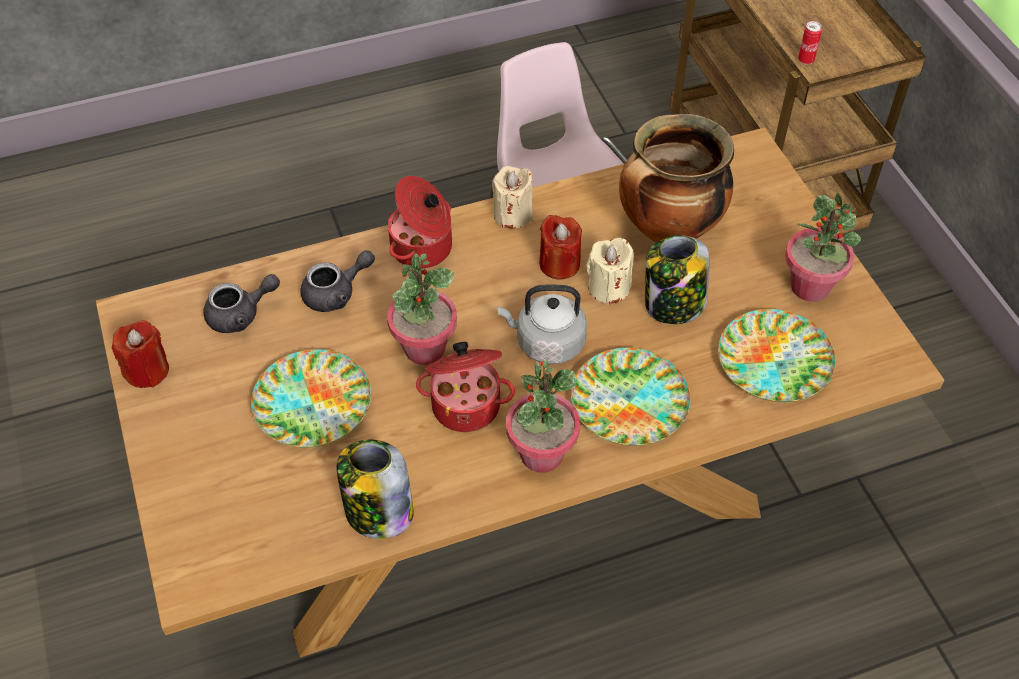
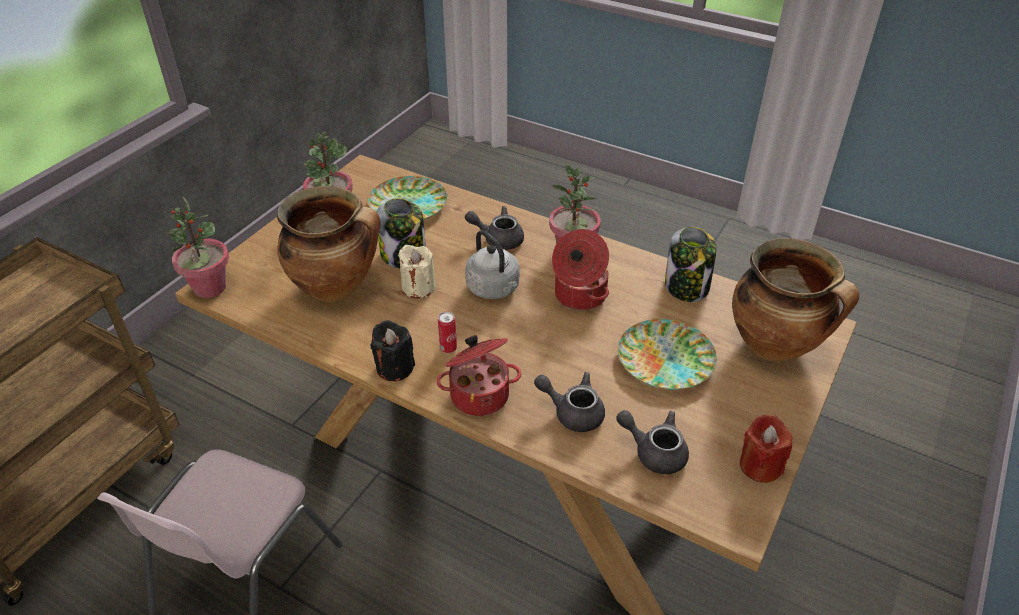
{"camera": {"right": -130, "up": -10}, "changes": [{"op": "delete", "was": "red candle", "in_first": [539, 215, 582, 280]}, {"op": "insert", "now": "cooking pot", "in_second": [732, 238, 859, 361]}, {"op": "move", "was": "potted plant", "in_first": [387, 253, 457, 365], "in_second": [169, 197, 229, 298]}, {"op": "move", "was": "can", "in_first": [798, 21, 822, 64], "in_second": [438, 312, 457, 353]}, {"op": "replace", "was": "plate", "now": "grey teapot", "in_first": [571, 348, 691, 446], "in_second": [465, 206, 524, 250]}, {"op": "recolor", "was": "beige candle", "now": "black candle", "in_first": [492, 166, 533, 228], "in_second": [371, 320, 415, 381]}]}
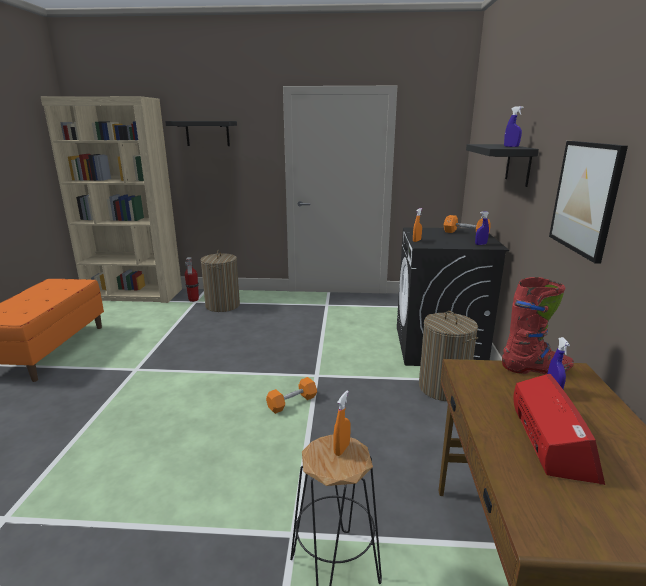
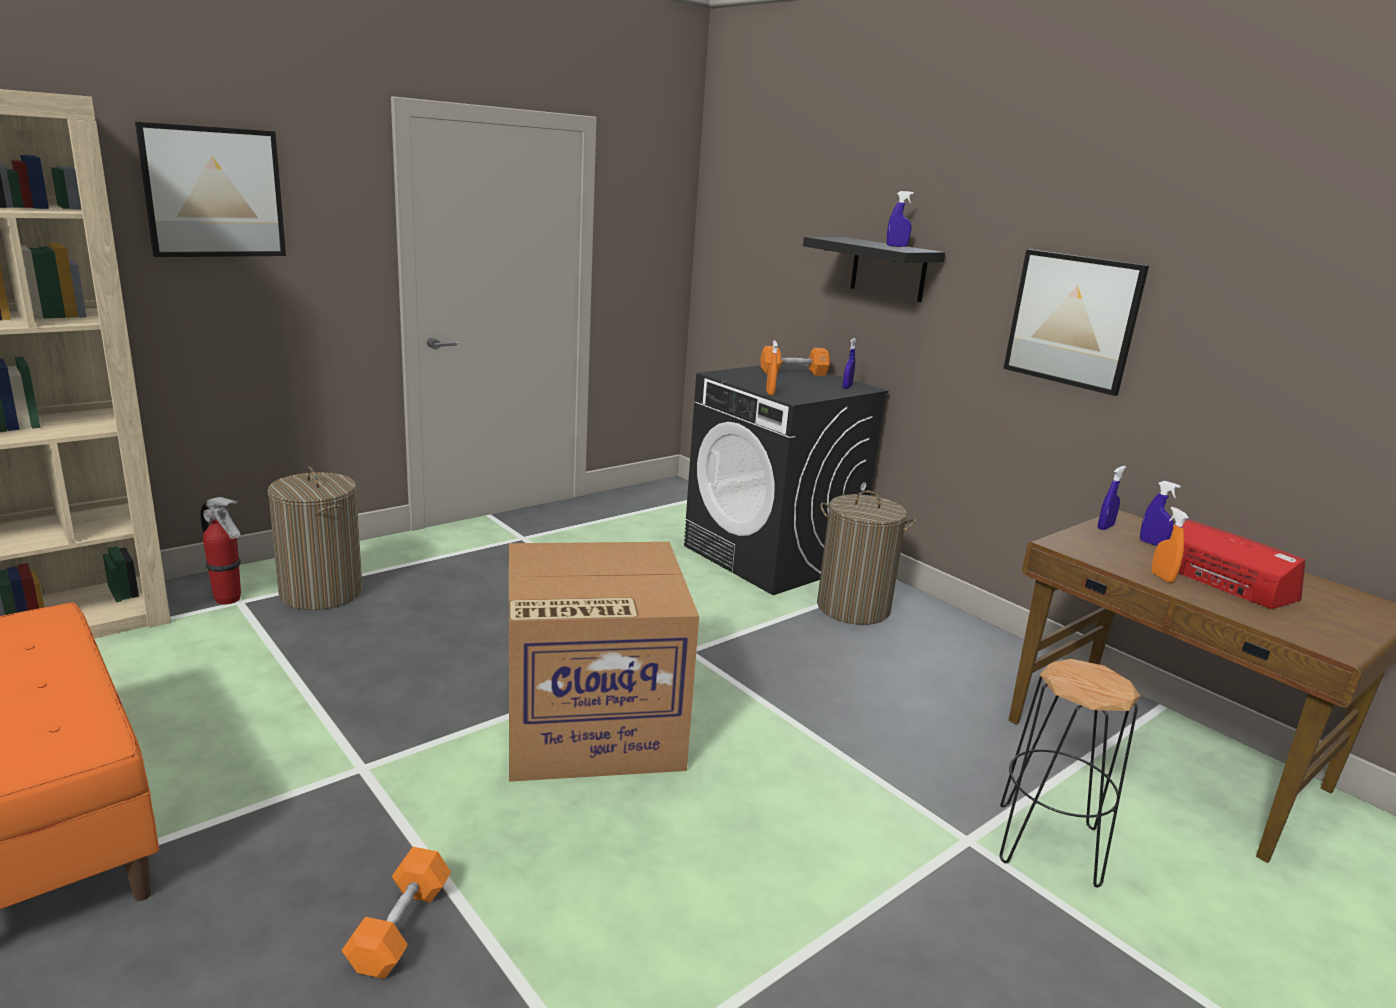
{"camera": {"right": -45, "up": 0}, "changes": [{"op": "insert", "now": "cardboard box", "in_second": [509, 542, 699, 782]}, {"op": "move", "was": "orange dumbbell", "in_first": [266, 377, 317, 414], "in_second": [341, 847, 451, 979]}, {"op": "move", "was": "orange spray bottle", "in_first": [333, 390, 351, 456], "in_second": [1151, 507, 1189, 583]}, {"op": "replace", "was": "black shelf", "now": "picture", "in_first": [165, 121, 237, 146], "in_second": [135, 122, 286, 257]}, {"op": "replace", "was": "red boot", "now": "blue spray bottle", "in_first": [502, 277, 574, 374], "in_second": [1098, 466, 1126, 530]}]}
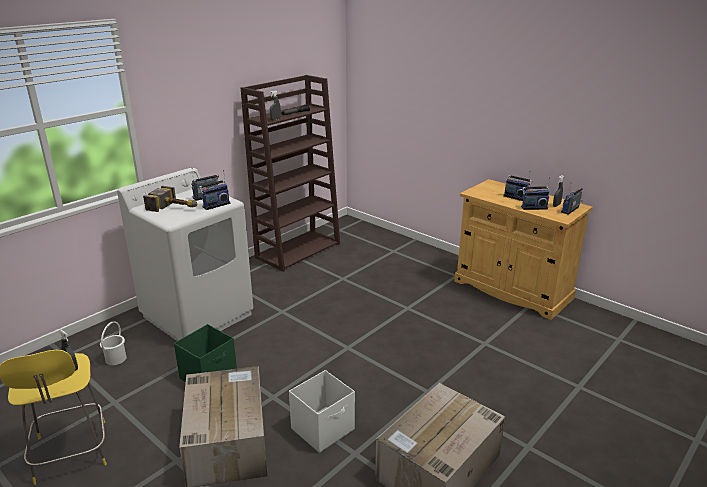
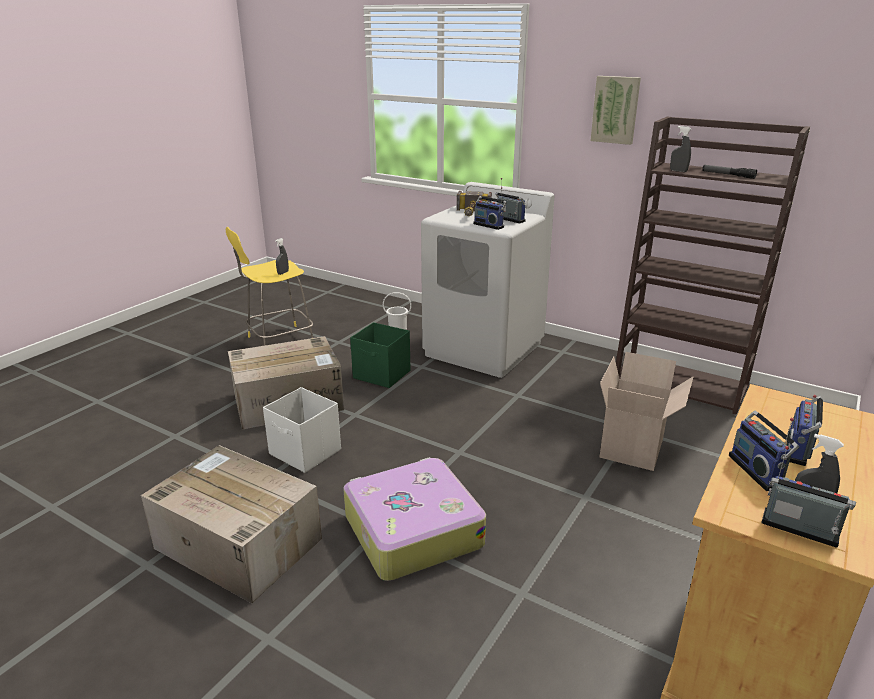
{"camera": {"right": 80, "up": 0}, "changes": [{"op": "insert", "now": "suitcase", "in_second": [343, 457, 486, 581]}, {"op": "insert", "now": "picture", "in_second": [590, 76, 641, 145]}, {"op": "insert", "now": "cardboard box", "in_second": [599, 352, 693, 471]}]}
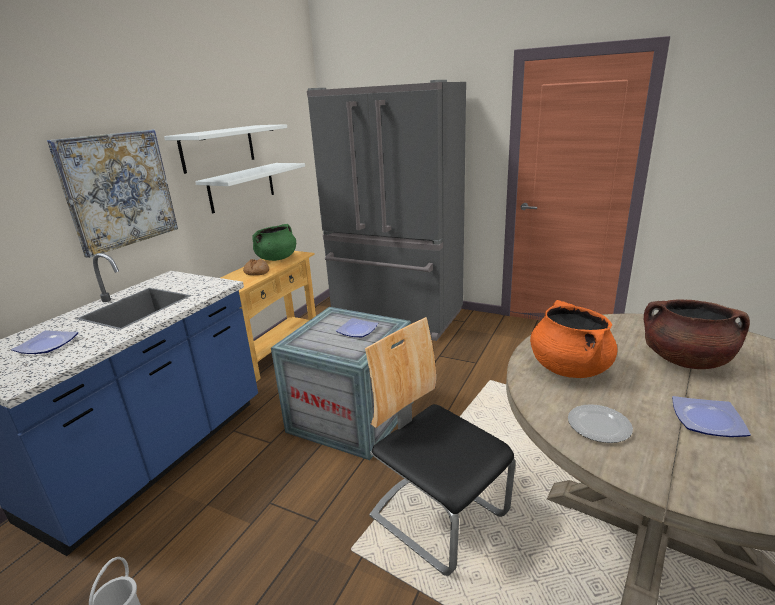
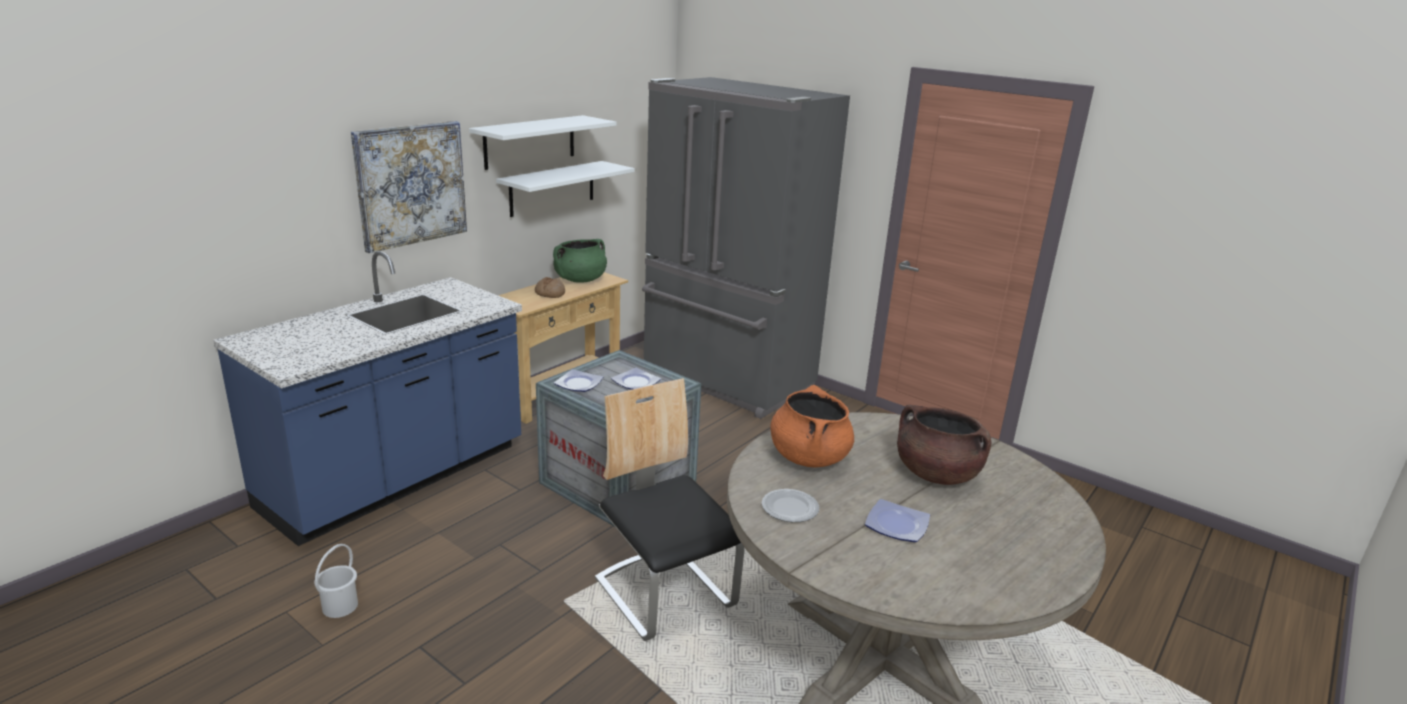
{"camera": {"right": 10, "up": 0}, "changes": [{"op": "move", "was": "plate", "in_first": [11, 330, 78, 354], "in_second": [554, 369, 603, 392]}]}
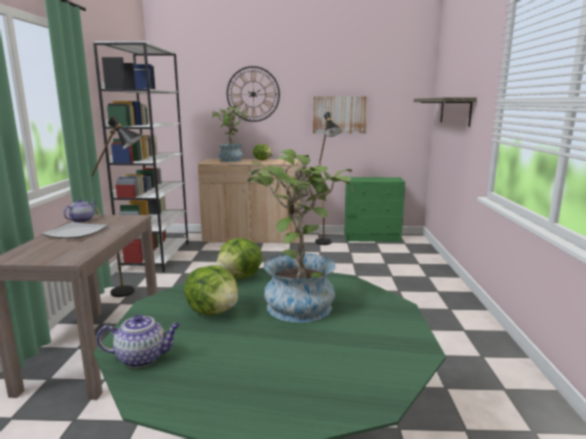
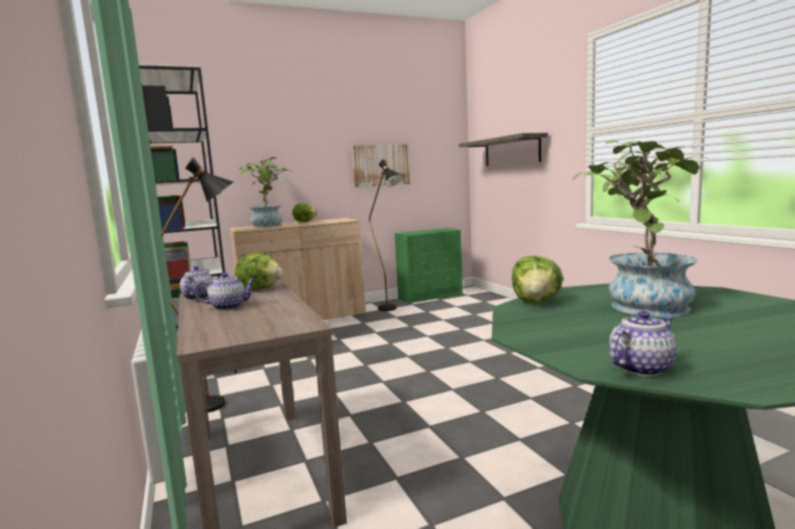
{"camera": {"right": -25, "up": -5}, "changes": [{"op": "delete", "was": "wall clock", "in_first": [227, 66, 280, 122]}, {"op": "move", "was": "lettuce", "in_first": [184, 265, 238, 316], "in_second": [235, 253, 283, 290]}, {"op": "replace", "was": "plate", "now": "teapot", "in_first": [41, 222, 107, 238], "in_second": [194, 273, 256, 310]}]}
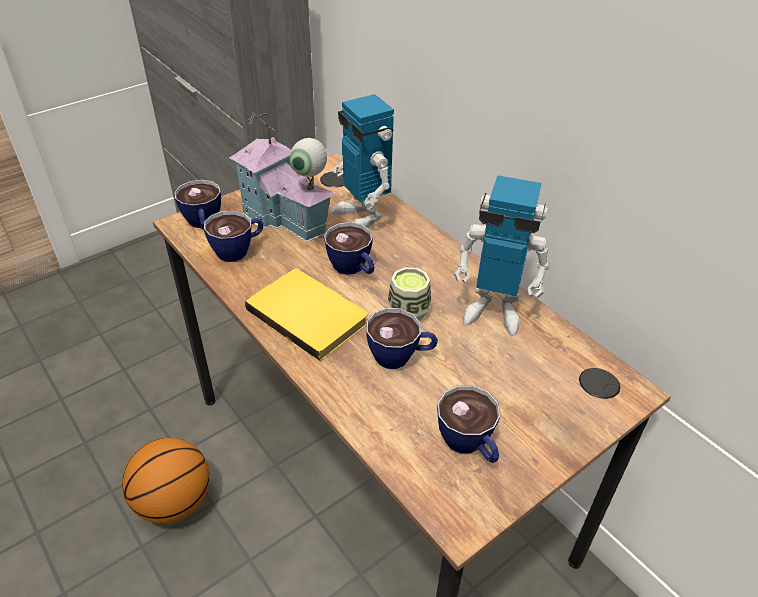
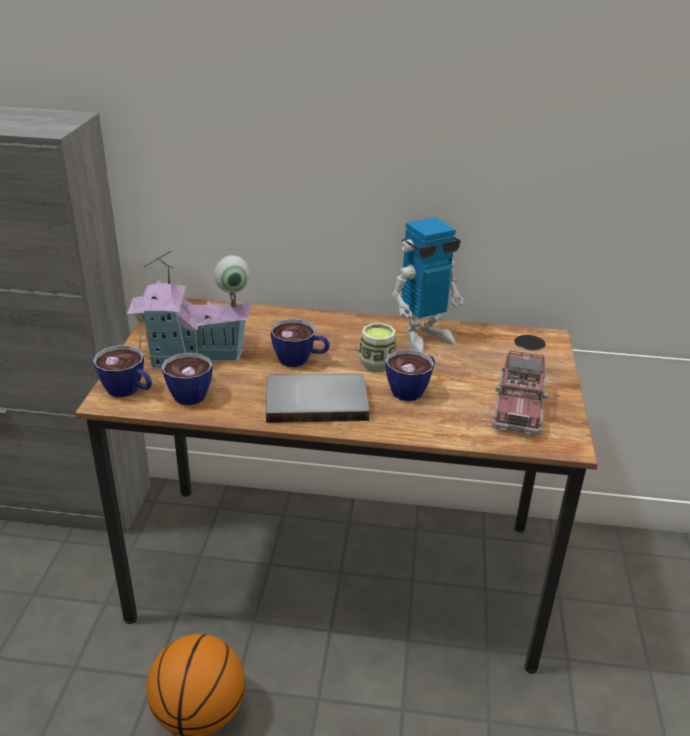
{"camera": {"right": -45, "up": -10}, "changes": [{"op": "delete", "was": "toy robot", "in_first": [330, 94, 394, 228]}, {"op": "replace", "was": "cup", "now": "toy truck", "in_first": [437, 386, 501, 463], "in_second": [492, 351, 548, 435]}, {"op": "recolor", "was": "yellow book", "now": "grey book", "in_first": [245, 268, 368, 361], "in_second": [266, 373, 370, 423]}]}
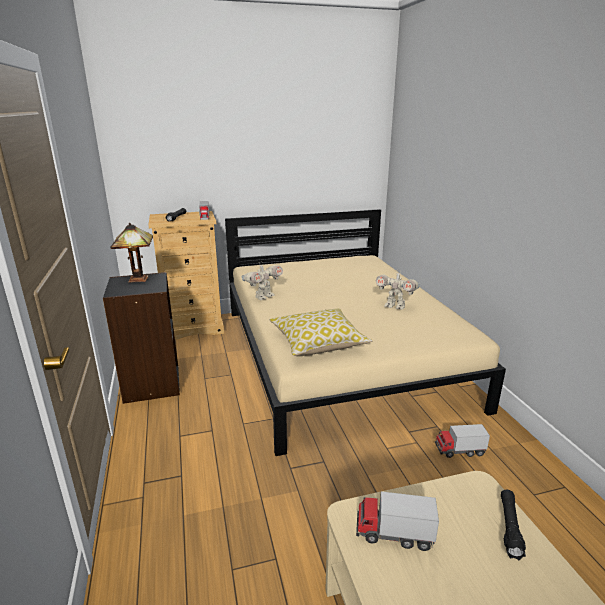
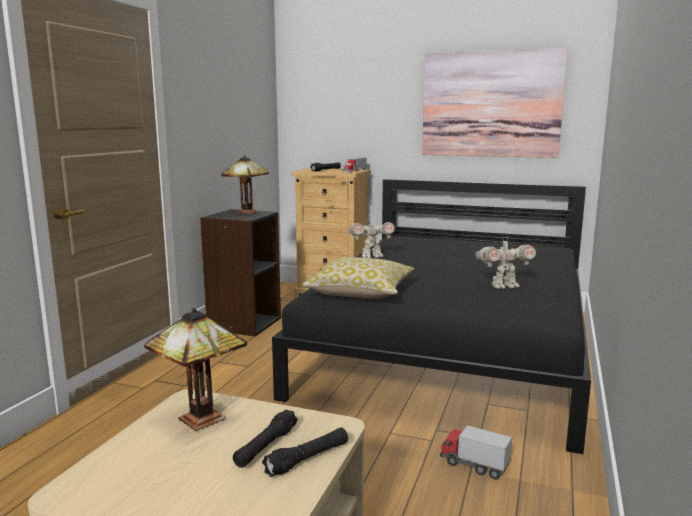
{"camera": {"right": 35, "up": -10}, "changes": [{"op": "insert", "now": "black flashlight", "in_second": [233, 409, 298, 468]}, {"op": "insert", "now": "picture", "in_second": [422, 48, 568, 158]}, {"op": "replace", "was": "toy truck", "now": "table lamp", "in_first": [356, 491, 439, 551], "in_second": [144, 308, 247, 431]}, {"op": "recolor", "was": "beige bed", "now": "black bed", "in_first": [225, 209, 506, 456], "in_second": [272, 179, 591, 454]}, {"op": "rotate", "was": "toy robot", "in_first": [376, 272, 420, 310], "in_second": [476, 236, 536, 289], "clockwise": -75}]}
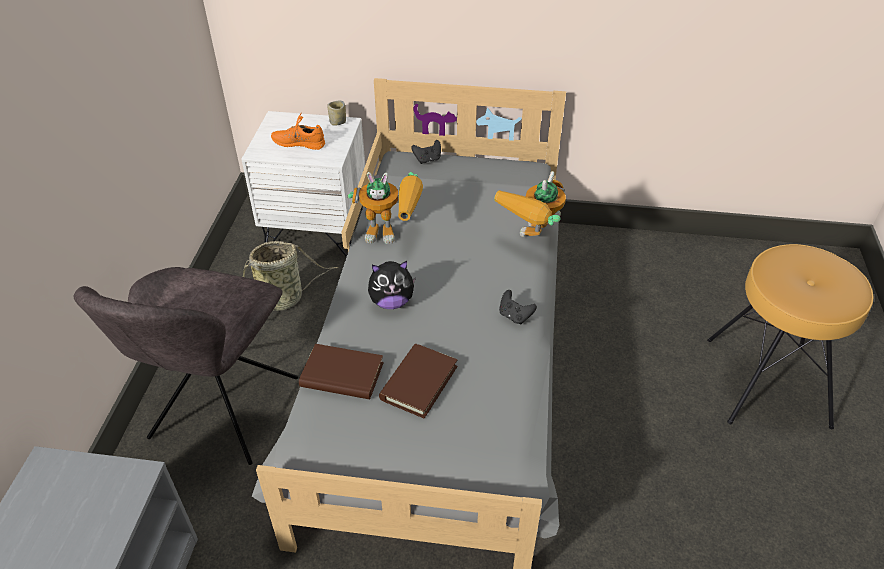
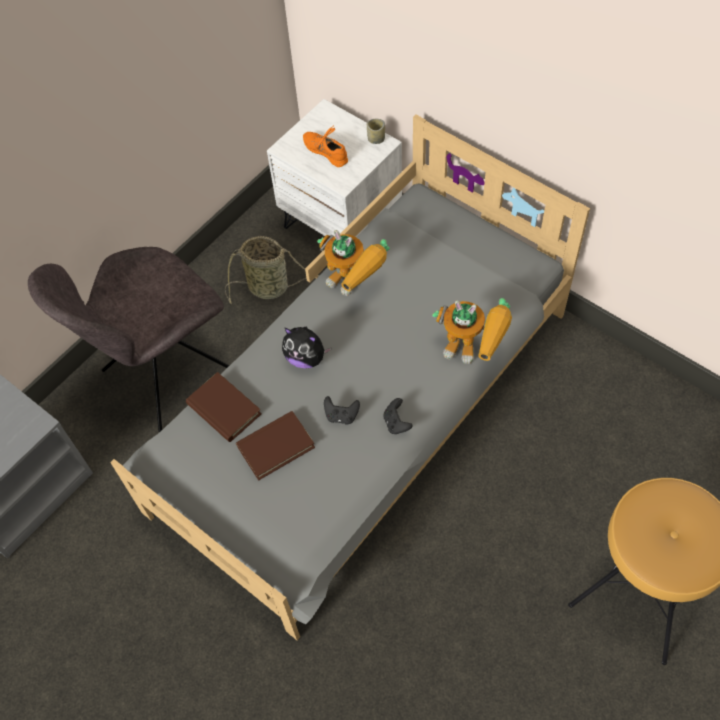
{"camera": {"right": 35, "up": 15}, "changes": [{"op": "move", "was": "black game controller", "in_first": [411, 140, 441, 164], "in_second": [324, 396, 360, 424]}, {"op": "rotate", "was": "toy robot", "in_first": [494, 171, 566, 237], "in_second": [432, 298, 512, 364], "clockwise": -135}]}
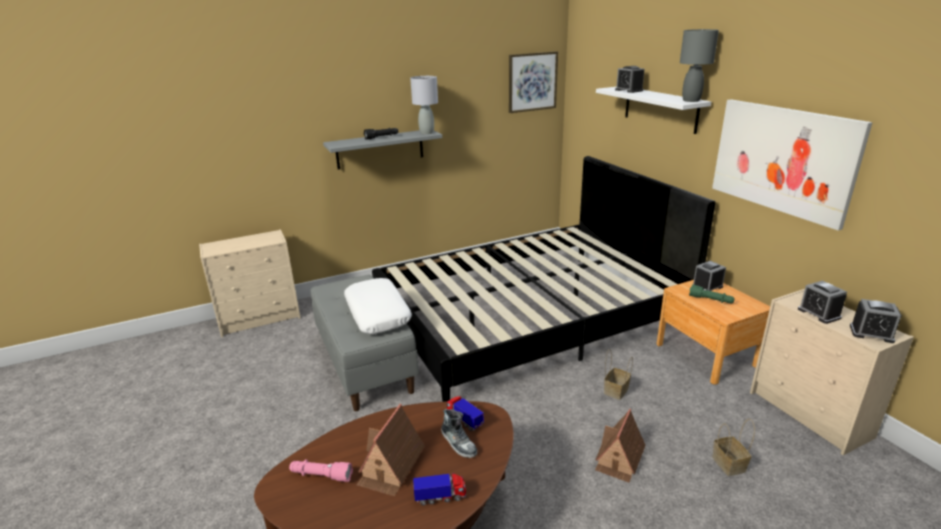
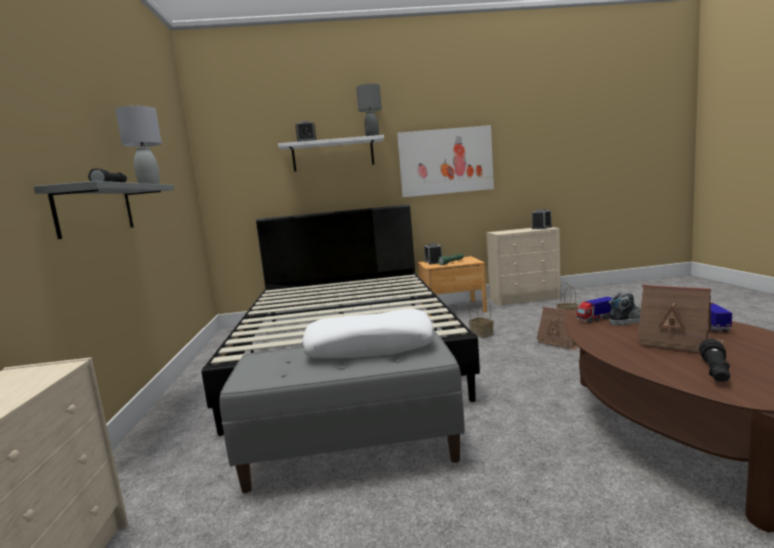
{"camera": {"right": -70, "up": -15}, "changes": [{"op": "delete", "was": "picture", "in_first": [509, 51, 558, 113]}, {"op": "delete", "was": "alarm clock", "in_first": [798, 281, 847, 324]}, {"op": "recolor", "was": "pink flashlight", "now": "black flashlight", "in_first": [289, 459, 353, 482], "in_second": [699, 339, 730, 382]}]}
